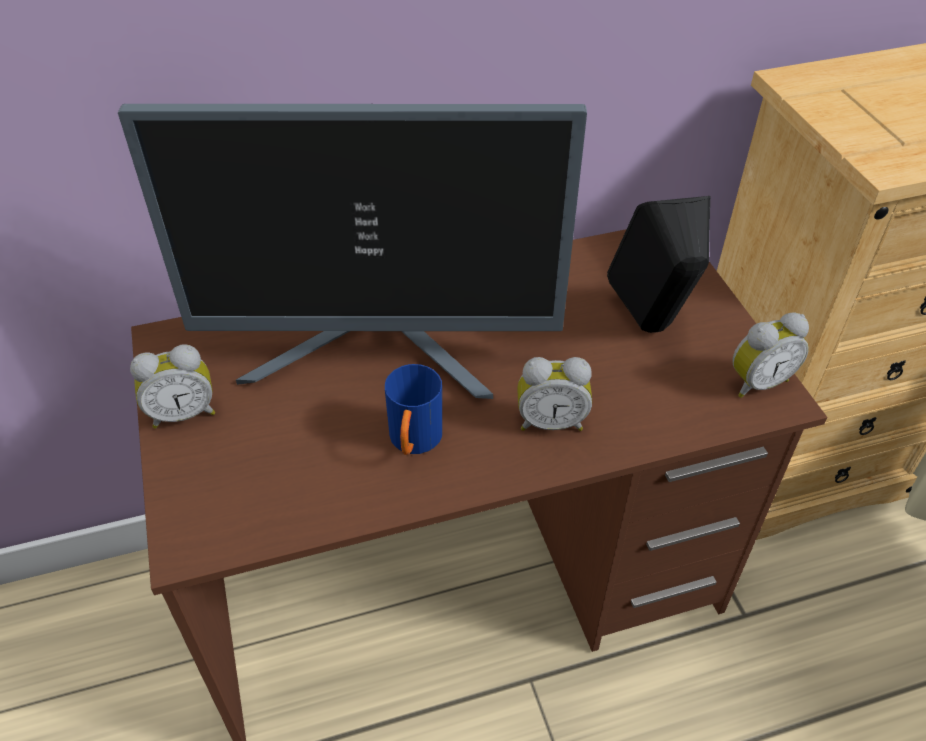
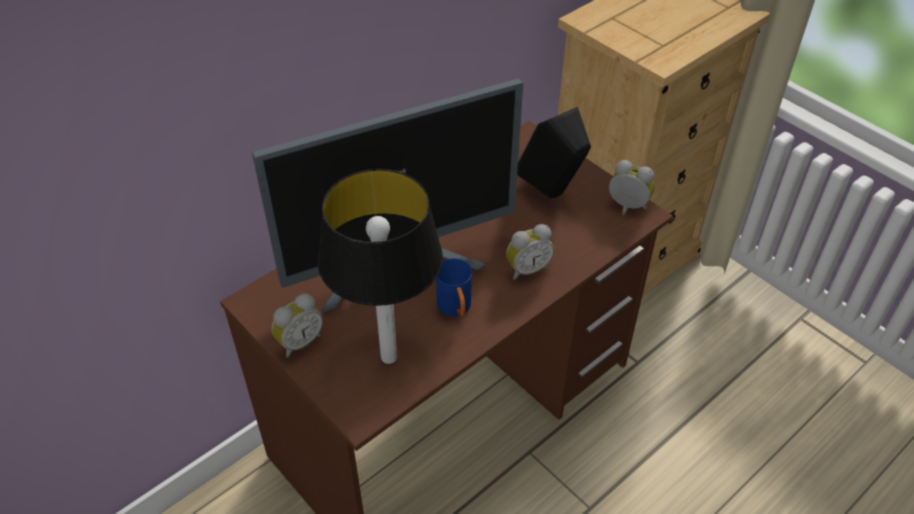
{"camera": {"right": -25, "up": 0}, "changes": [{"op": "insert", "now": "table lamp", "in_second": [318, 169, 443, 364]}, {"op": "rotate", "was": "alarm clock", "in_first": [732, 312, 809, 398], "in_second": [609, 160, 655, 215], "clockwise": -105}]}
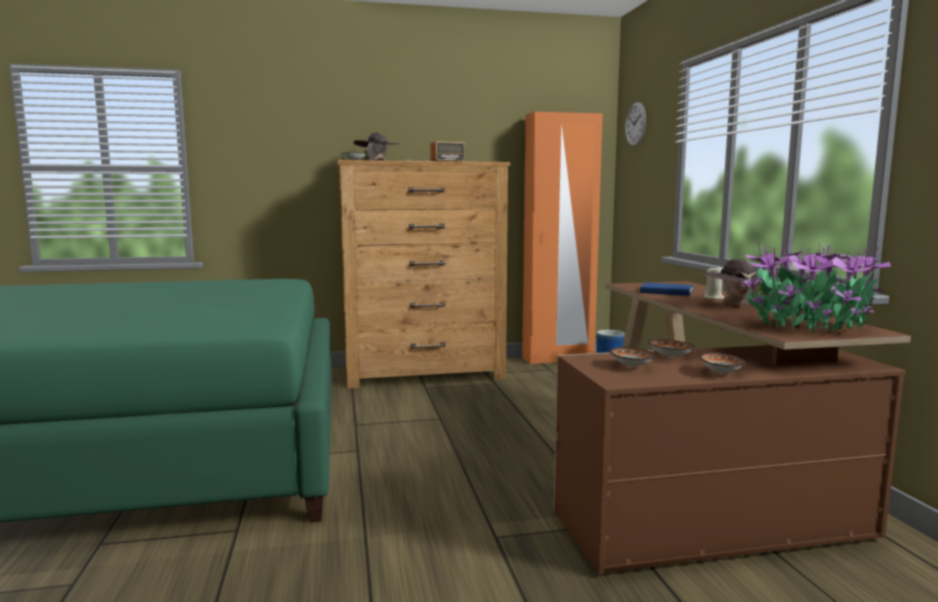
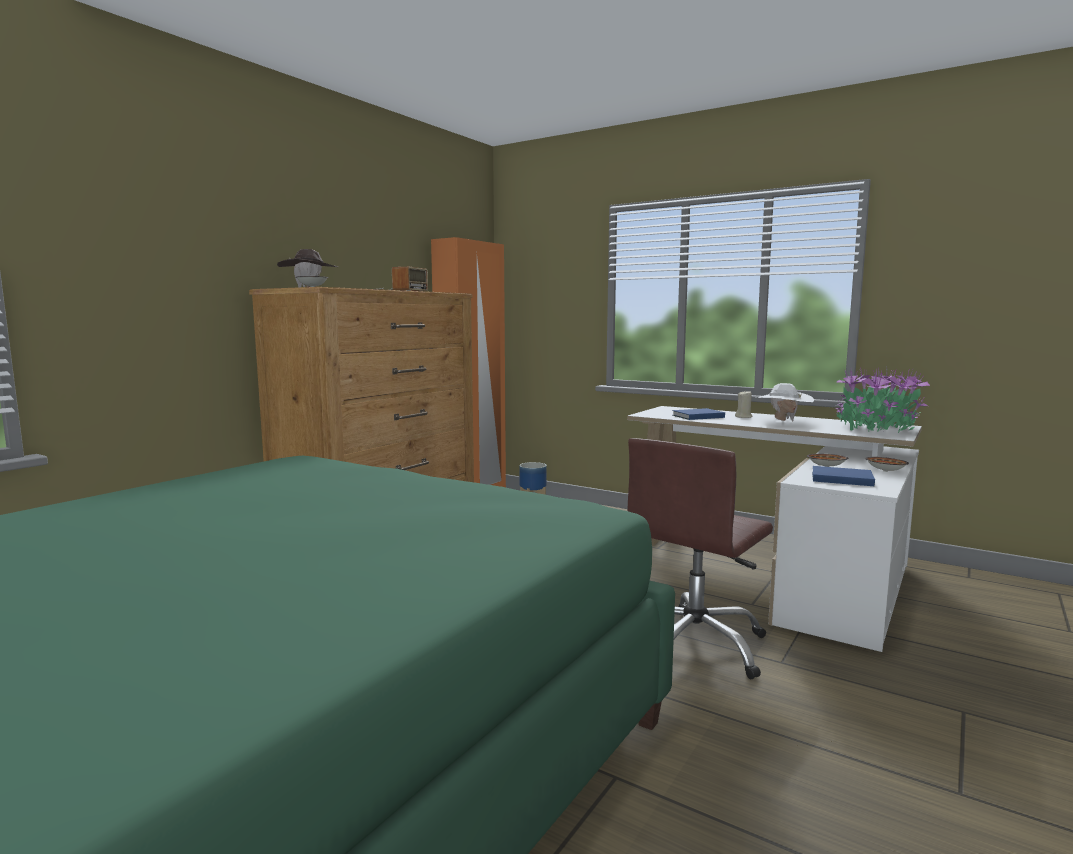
{"camera": {"right": -45, "up": 0}, "changes": [{"op": "delete", "was": "wall clock", "in_first": [625, 102, 646, 147]}, {"op": "insert", "now": "brown office chair", "in_second": [628, 438, 773, 679]}, {"op": "replace", "was": "bowl", "now": "blue book", "in_first": [609, 347, 655, 367], "in_second": [812, 466, 875, 486]}, {"op": "recolor", "was": "brown desk", "now": "white desk", "in_first": [554, 281, 911, 574], "in_second": [627, 406, 922, 652]}, {"op": "recolor", "was": "brown hat", "now": "white hat", "in_first": [698, 259, 779, 308], "in_second": [758, 383, 814, 421]}]}
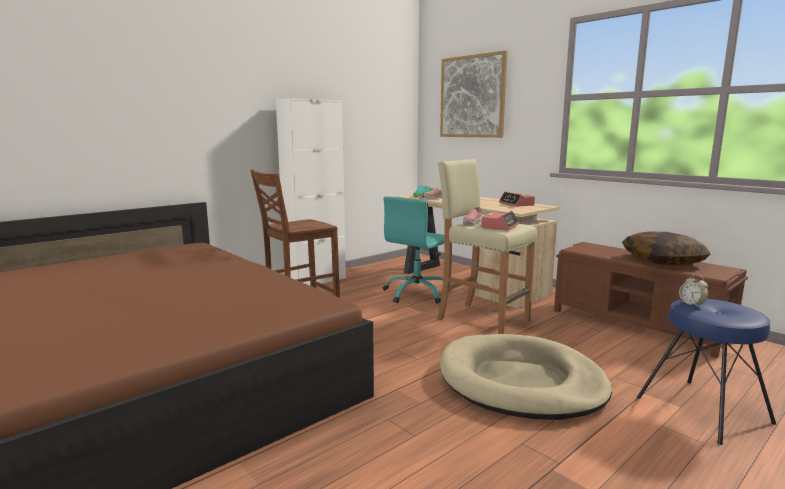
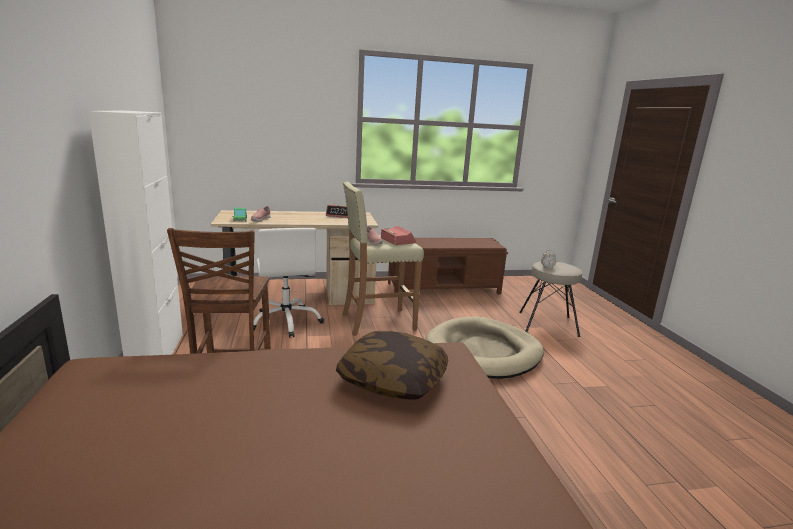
{"camera": {"right": -60, "up": 5}, "changes": [{"op": "delete", "was": "picture", "in_first": [440, 51, 507, 138]}, {"op": "move", "was": "pillow", "in_first": [622, 231, 710, 266], "in_second": [336, 331, 448, 400]}, {"op": "recolor", "was": "turquoise office chair", "now": "white office chair", "in_first": [383, 196, 451, 304], "in_second": [254, 228, 324, 338]}, {"op": "recolor", "was": "blue stool", "now": "beige stool", "in_first": [637, 299, 776, 445], "in_second": [519, 261, 582, 337]}]}
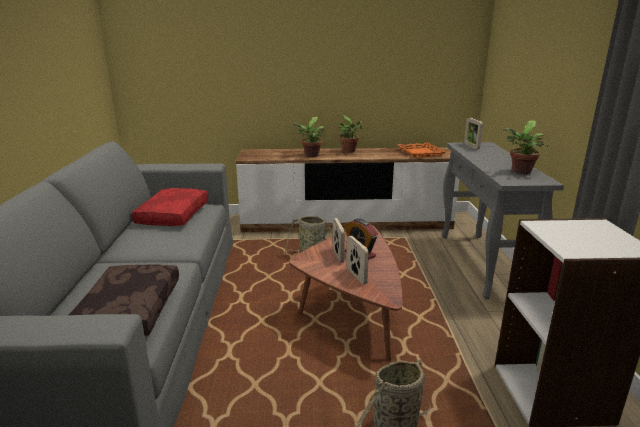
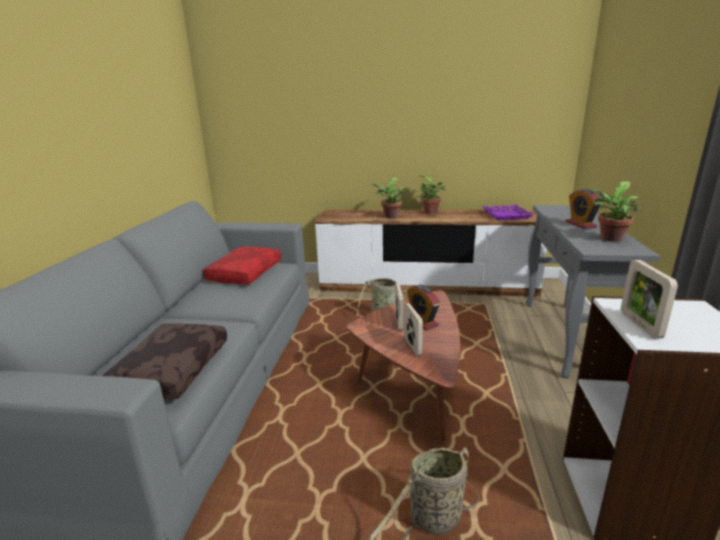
{"camera": {"right": 10, "up": 0}, "changes": [{"op": "insert", "now": "alarm clock", "in_second": [565, 189, 601, 229]}, {"op": "move", "was": "picture frame", "in_first": [464, 118, 483, 149], "in_second": [621, 260, 678, 339]}, {"op": "recolor", "was": "orange tray", "now": "purple tray", "in_first": [398, 143, 446, 158], "in_second": [482, 205, 534, 221]}]}
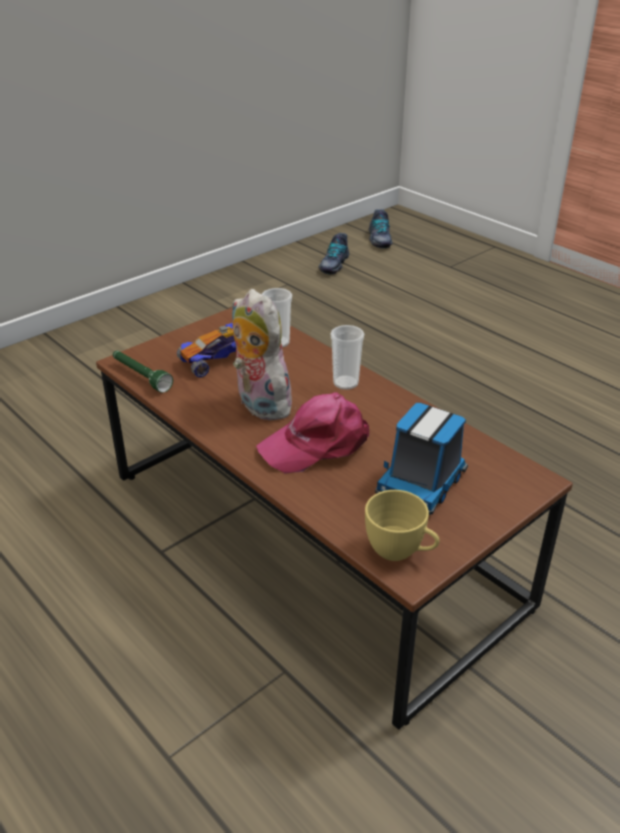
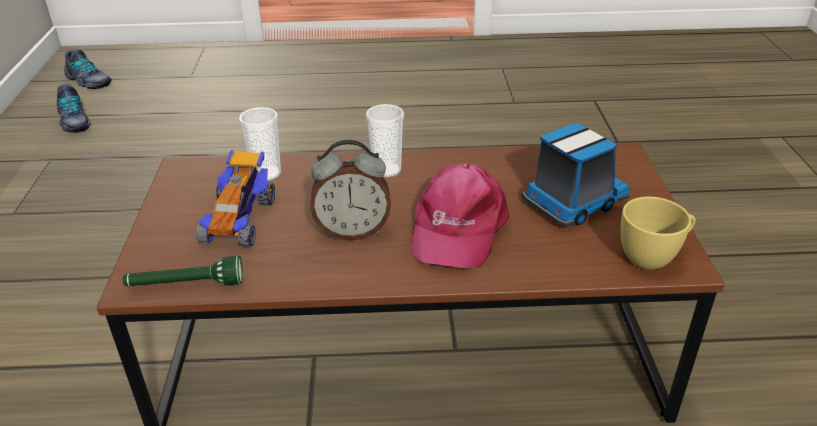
{"camera": {"right": -50, "up": 0}, "changes": [{"op": "replace", "was": "plush toy", "now": "alarm clock", "in_first": [232, 289, 295, 421], "in_second": [310, 140, 391, 240]}, {"op": "rotate", "was": "toy truck", "in_first": [375, 403, 468, 515], "in_second": [521, 123, 630, 227], "clockwise": -105}]}
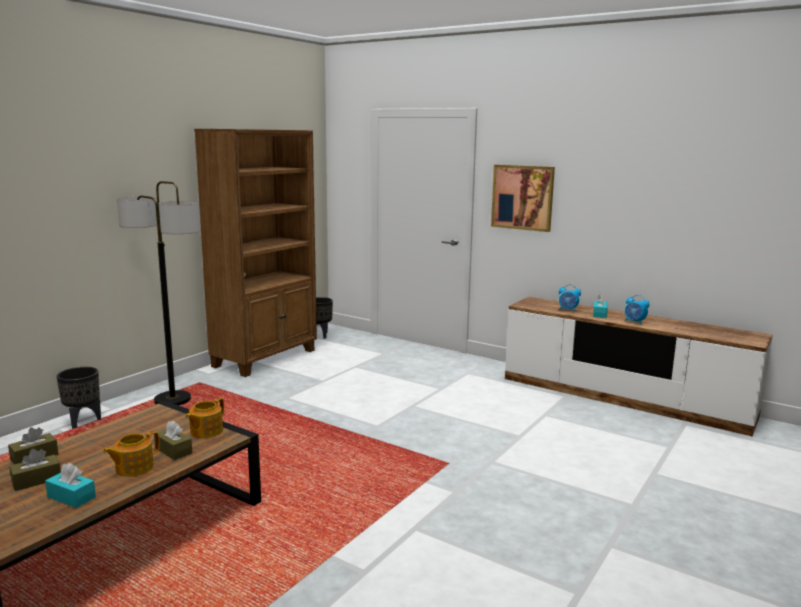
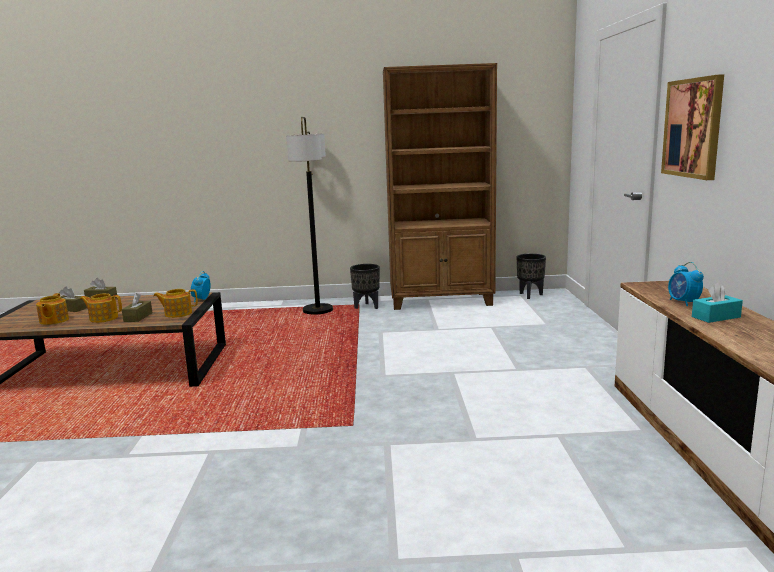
{"camera": {"right": 55, "up": 0}, "changes": [{"op": "move", "was": "black planter", "in_first": [57, 367, 101, 429], "in_second": [350, 264, 380, 309]}, {"op": "move", "was": "alarm clock", "in_first": [625, 295, 649, 324], "in_second": [191, 271, 211, 302]}, {"op": "replace", "was": "turquoise tissue box", "now": "teapot", "in_first": [45, 463, 96, 508], "in_second": [36, 293, 69, 325]}]}
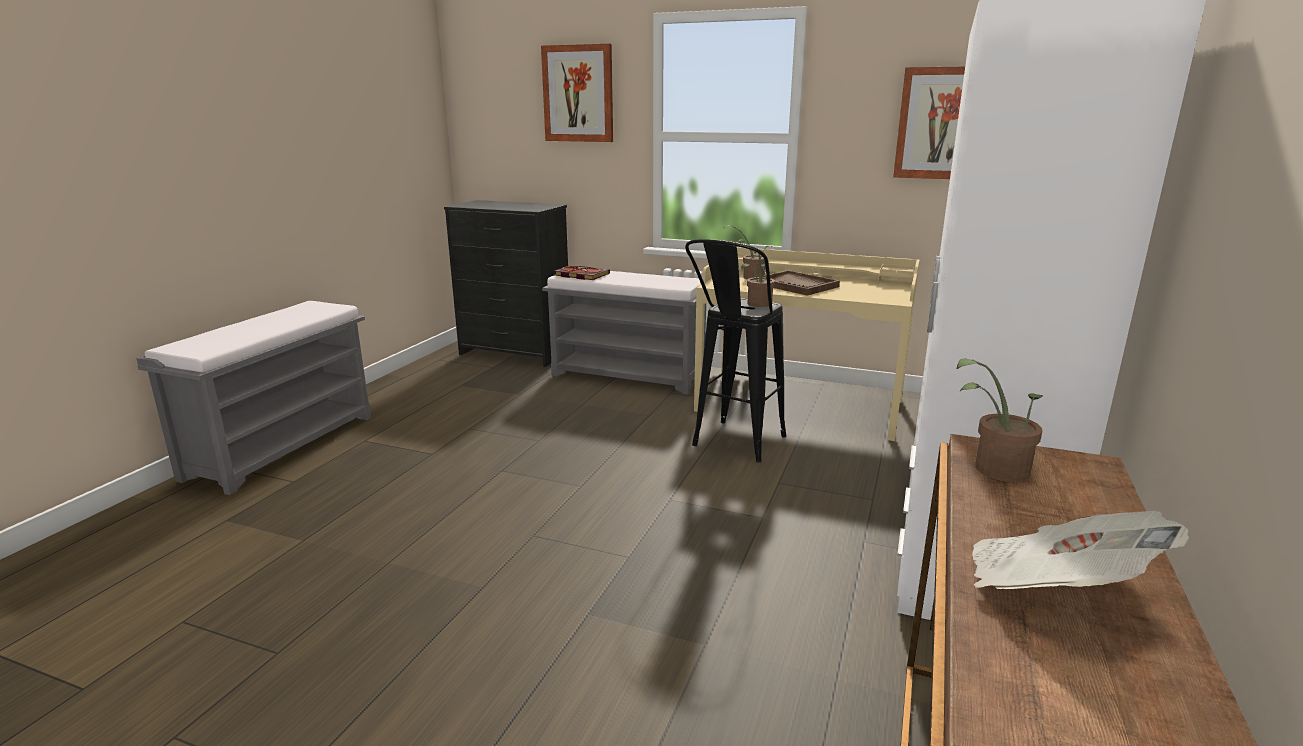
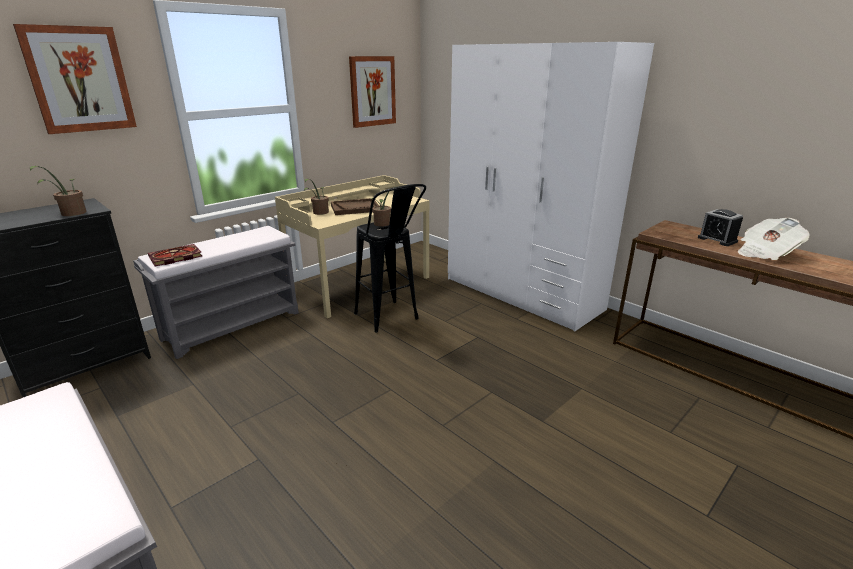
{"camera": {"right": -65, "up": 5}, "changes": [{"op": "insert", "now": "alarm clock", "in_second": [698, 209, 743, 246]}, {"op": "move", "was": "potted plant", "in_first": [957, 358, 1043, 482], "in_second": [30, 166, 87, 216]}]}
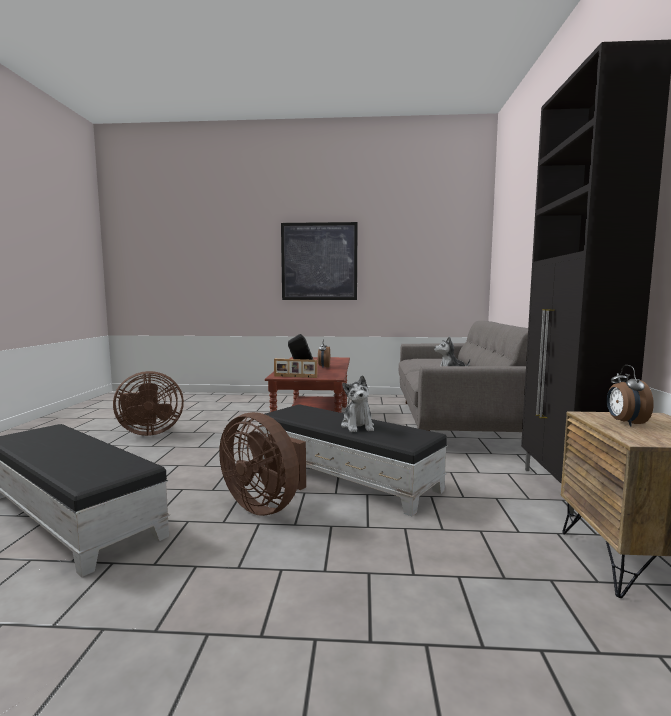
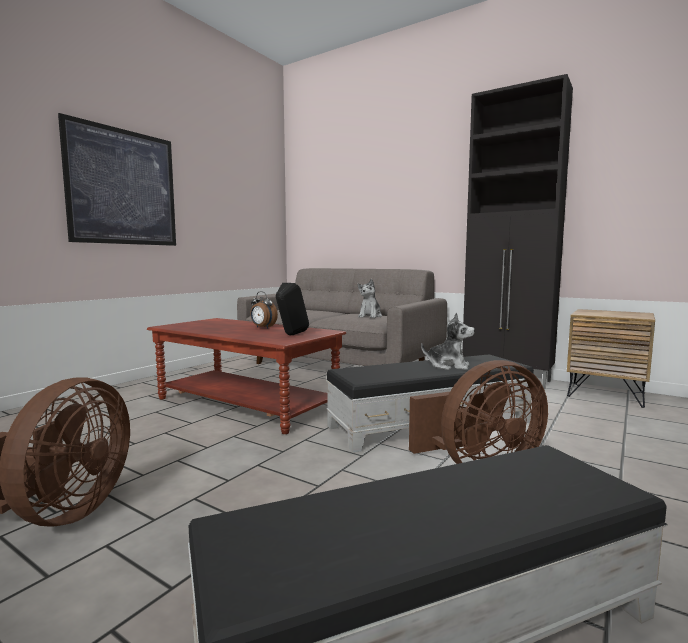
{"camera": {"right": -60, "up": 0}, "changes": [{"op": "delete", "was": "picture frame", "in_first": [274, 359, 317, 378]}, {"op": "delete", "was": "alarm clock", "in_first": [607, 365, 654, 426]}]}
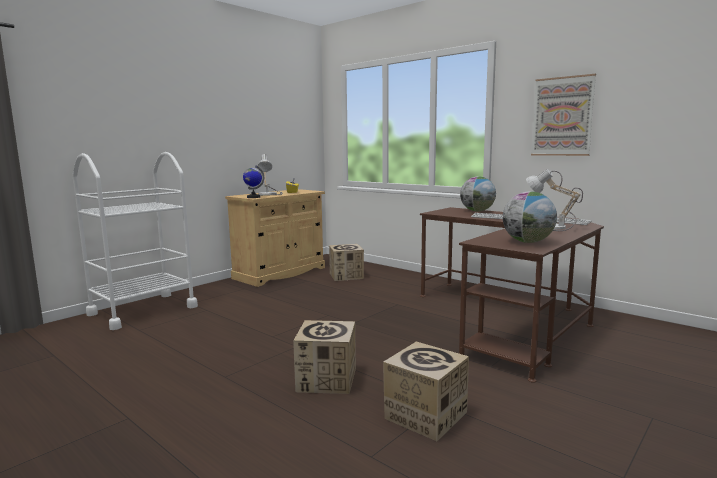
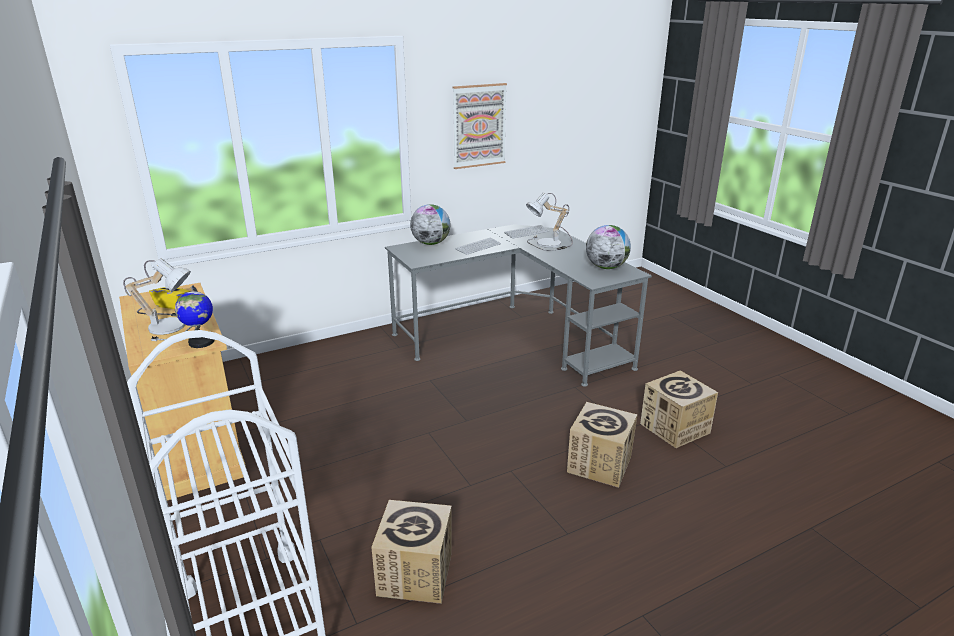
{"camera": {"right": -70, "up": 15}, "changes": [{"op": "move", "was": "cardboard box", "in_first": [329, 244, 364, 281], "in_second": [371, 500, 452, 604]}, {"op": "recolor", "was": "brown desk", "now": "grey desk", "in_first": [420, 207, 604, 383], "in_second": [385, 224, 652, 387]}]}
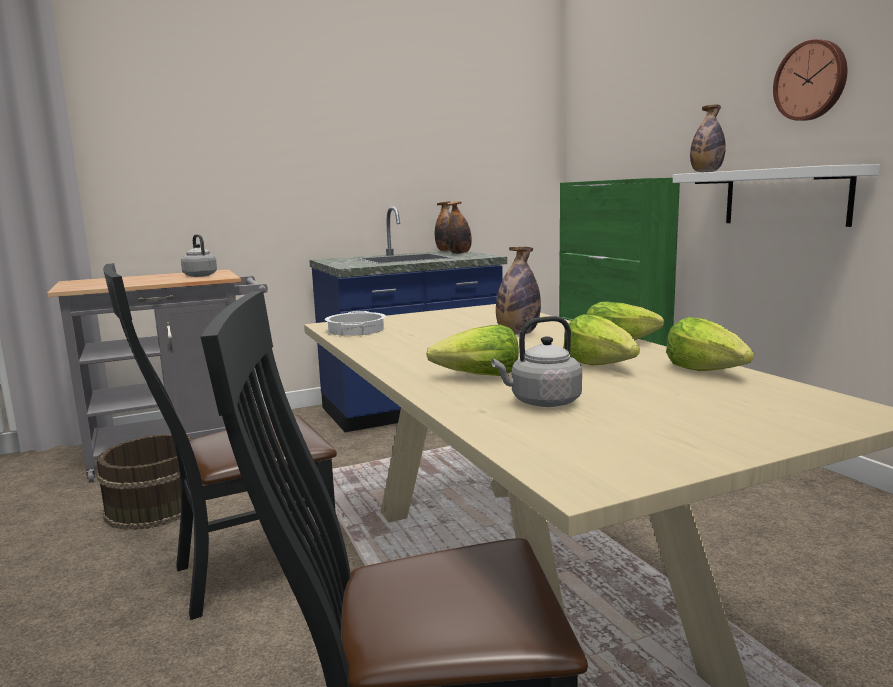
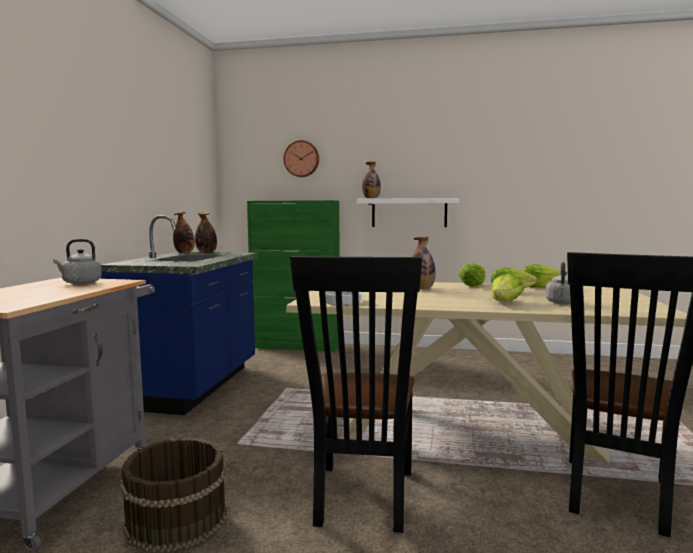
{"camera": {"right": -55, "up": -5}, "changes": [{"op": "move", "was": "wall clock", "in_first": [773, 39, 847, 121], "in_second": [284, 140, 319, 177]}]}
